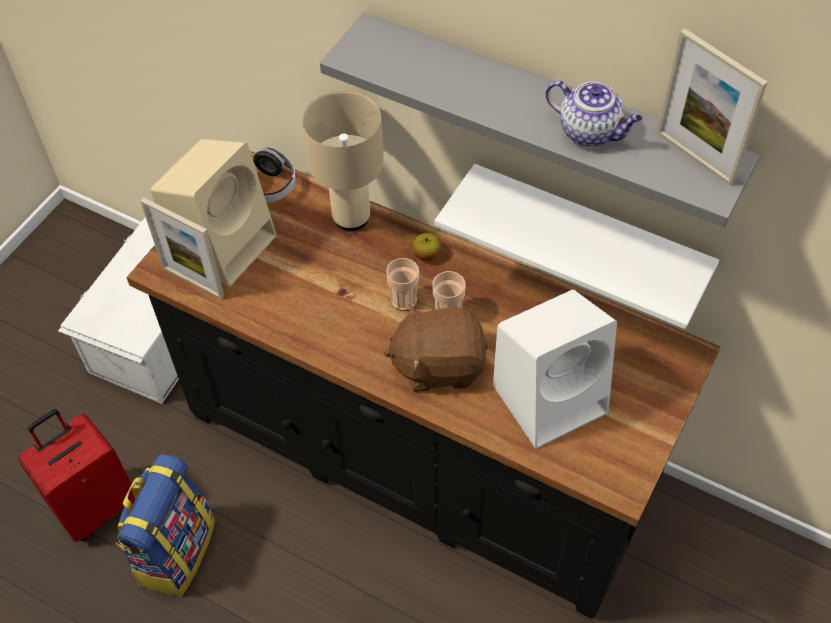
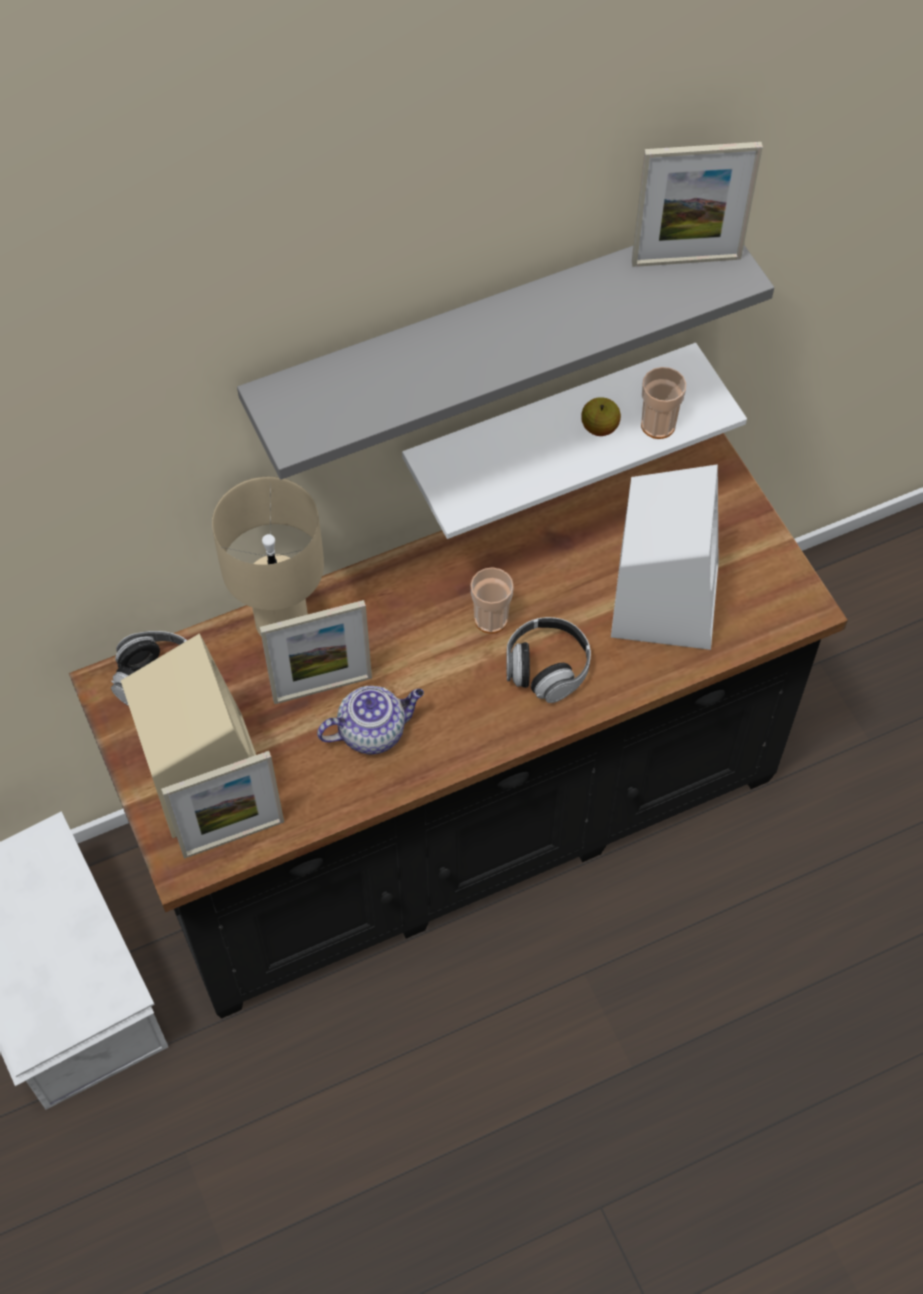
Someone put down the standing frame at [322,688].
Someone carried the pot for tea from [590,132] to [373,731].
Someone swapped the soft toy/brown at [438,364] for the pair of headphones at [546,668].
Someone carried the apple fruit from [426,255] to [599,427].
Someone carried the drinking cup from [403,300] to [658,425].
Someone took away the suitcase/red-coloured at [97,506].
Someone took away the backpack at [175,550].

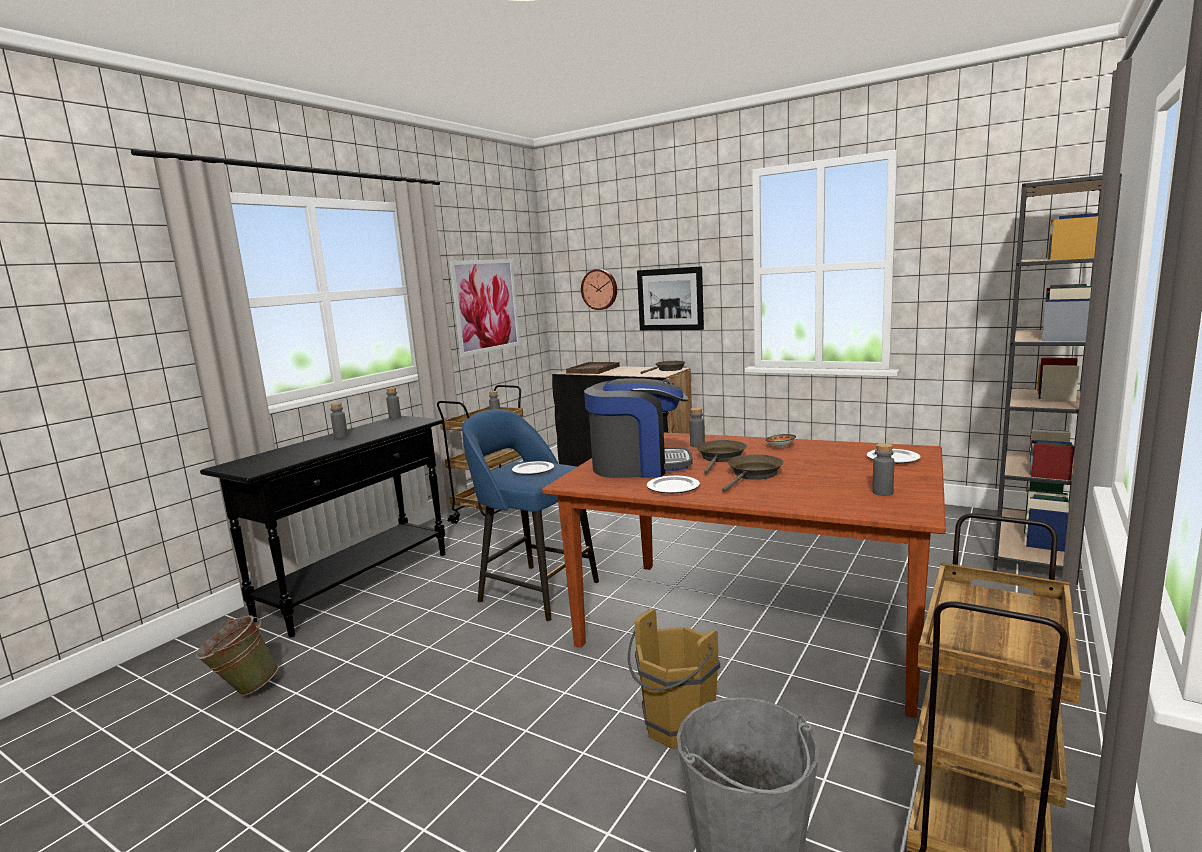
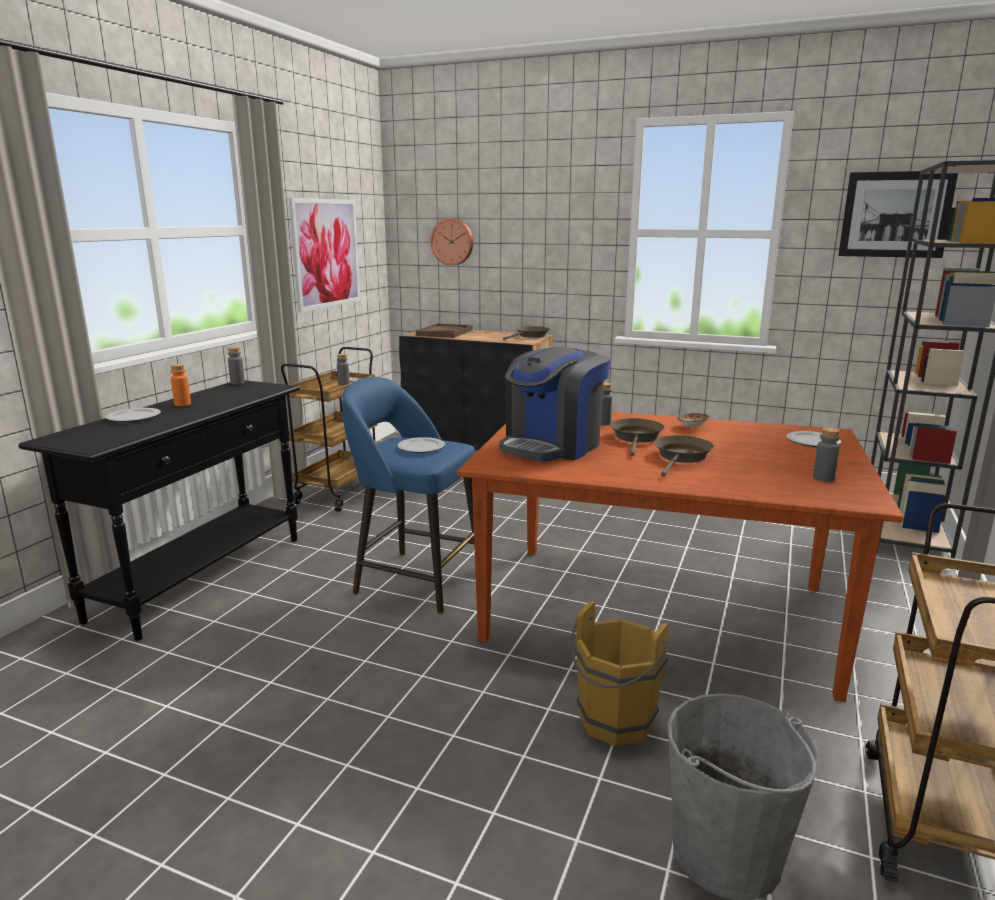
Someone carried the flat dish from [673,487] to [134,417].
Someone repainted the bottle/gray at [341,436], which became the bottle/orangey at [182,404].
Someone rotated the coffee machine at [639,466] by 135 degrees clockwise.
Someone carried the wall picture from [670,299] to [895,214].
Someone took away the pail/greenish at [243,689].

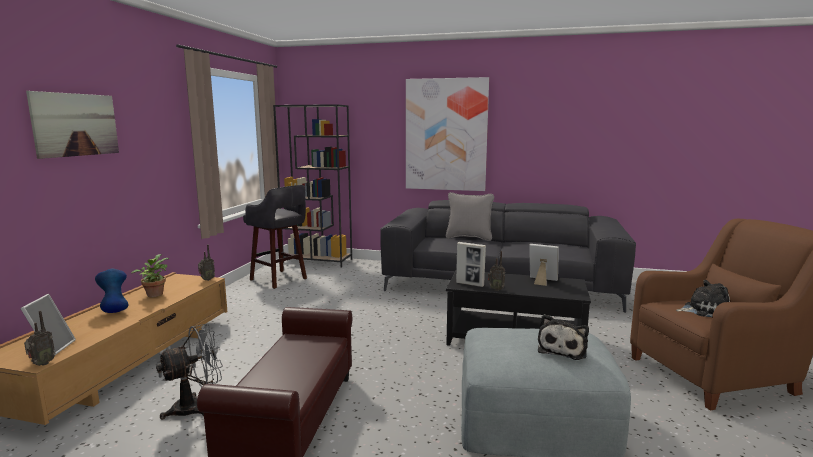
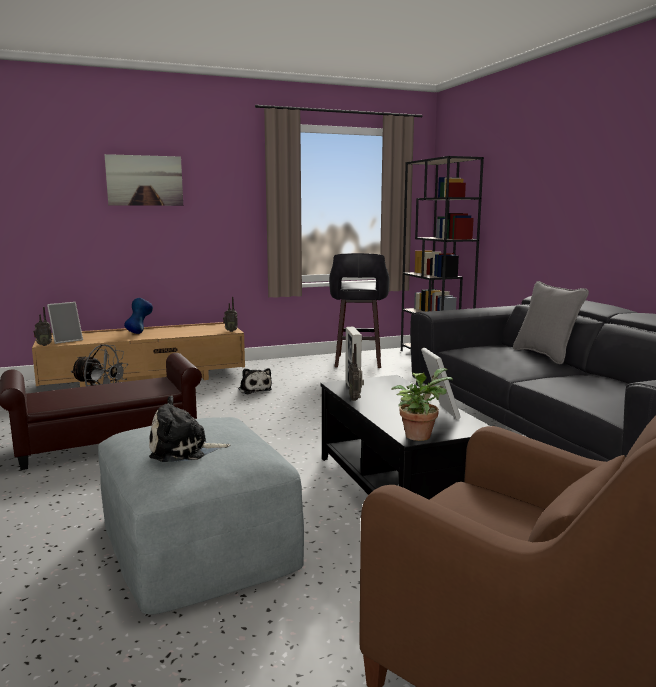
Someone carried the soft toy from [704,310] to [254,389].
Someone carried the houseplant from [155,294] to [419,435].
Someone took away the wall picture at [446,135].

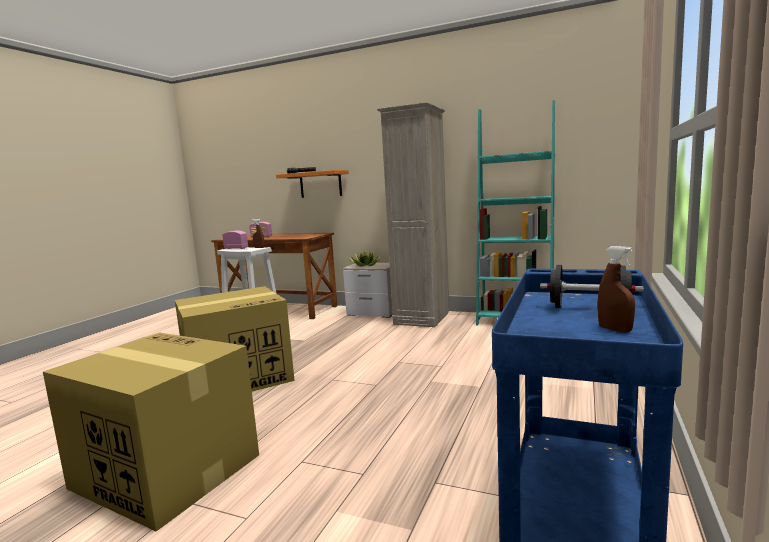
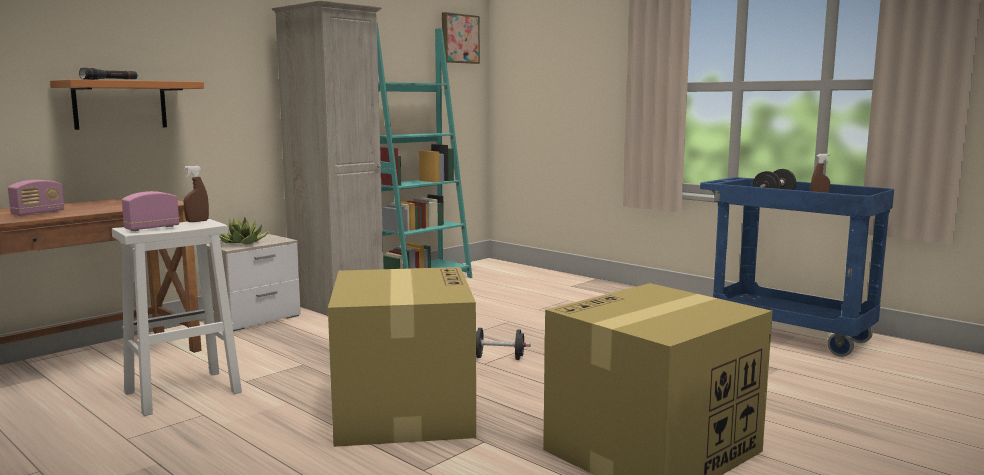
Someone put up the wall picture at [459,38].
Someone put down the hand weight/blackish at [498,358].

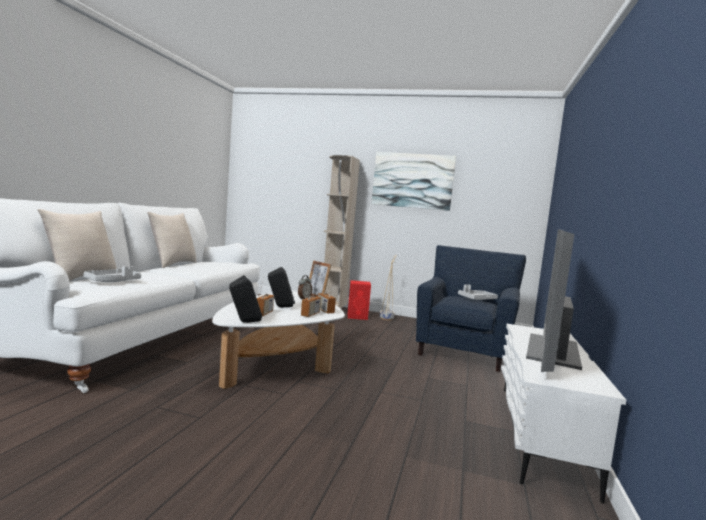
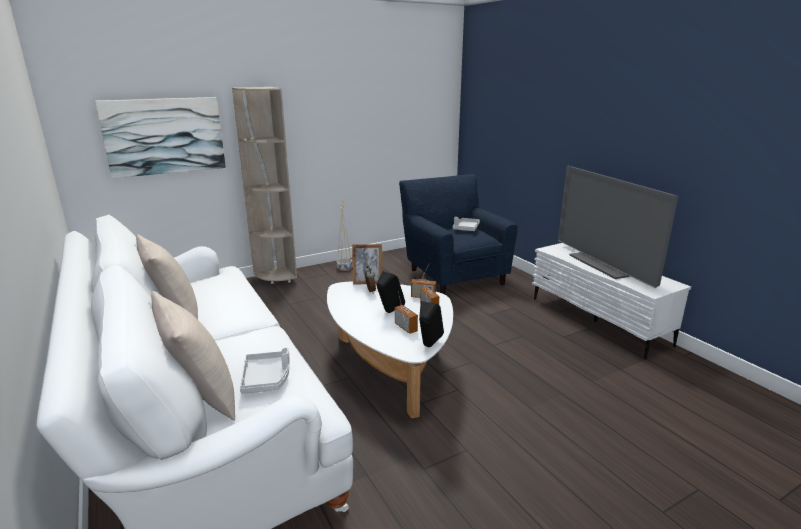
Someone carried the wall picture from [412,181] to [164,136].
Someone took away the loudspeaker/red-coloured at [358,316].

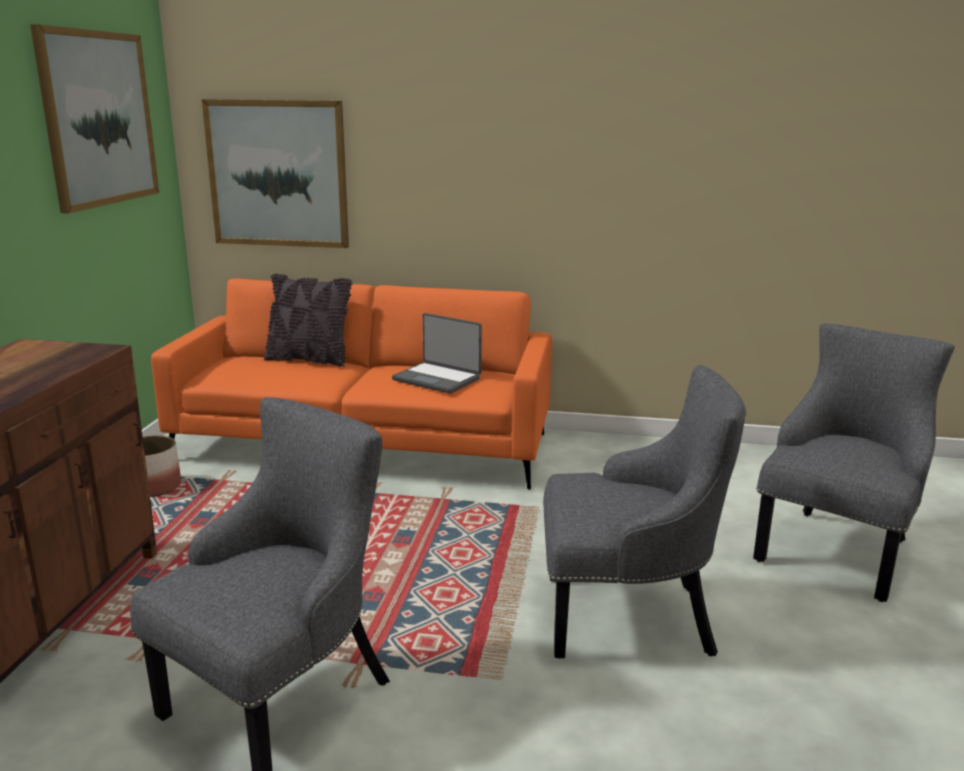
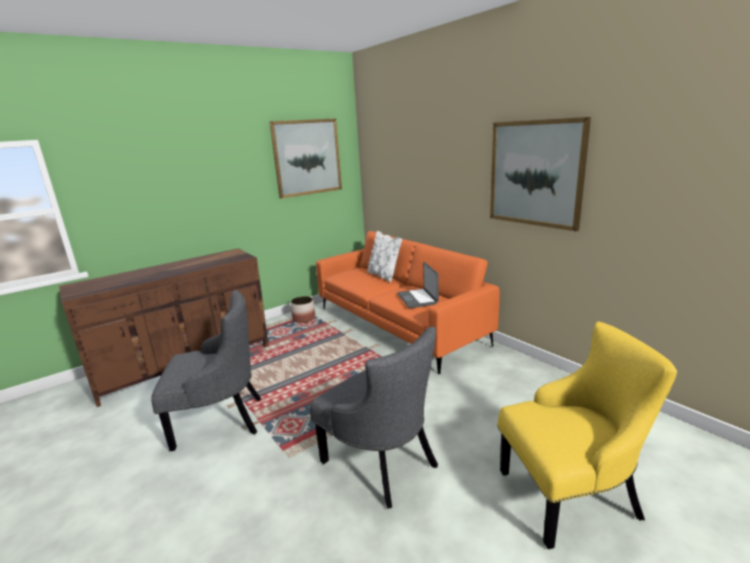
Someone repainted the throw pillow/blackish at [309,360], which became the throw pillow/white at [384,276].
Someone carried the wall picture from [278,174] to [535,173].
Someone repainted the lounge chair/gray at [835,554], which became the lounge chair/yellowish at [567,498].

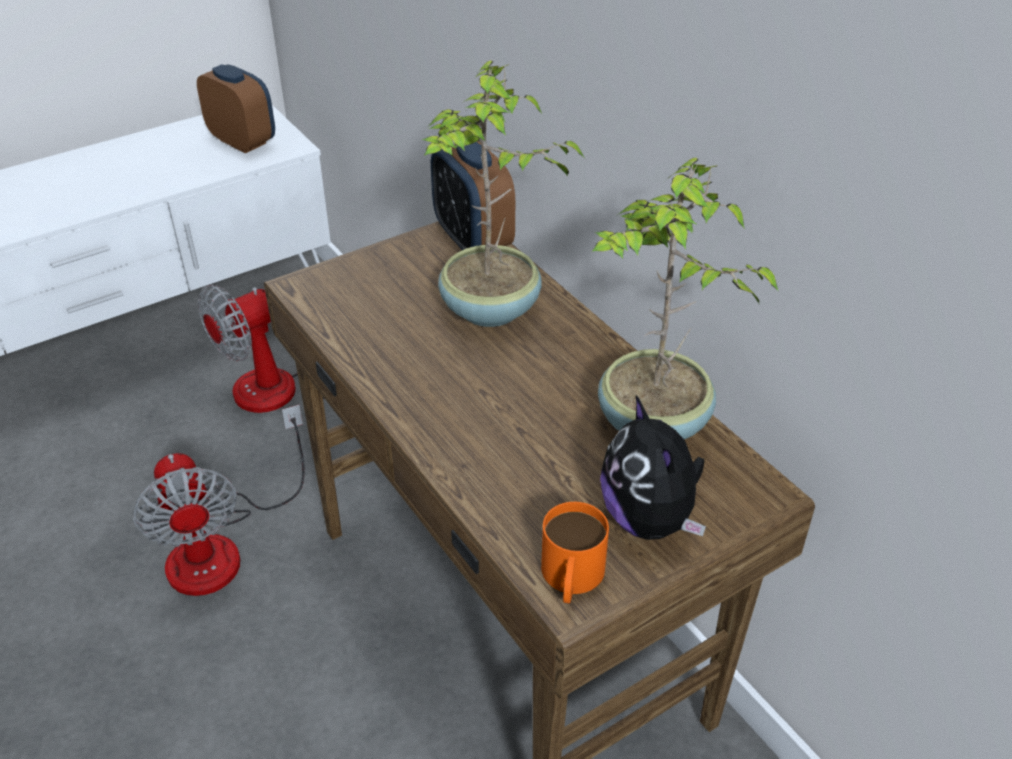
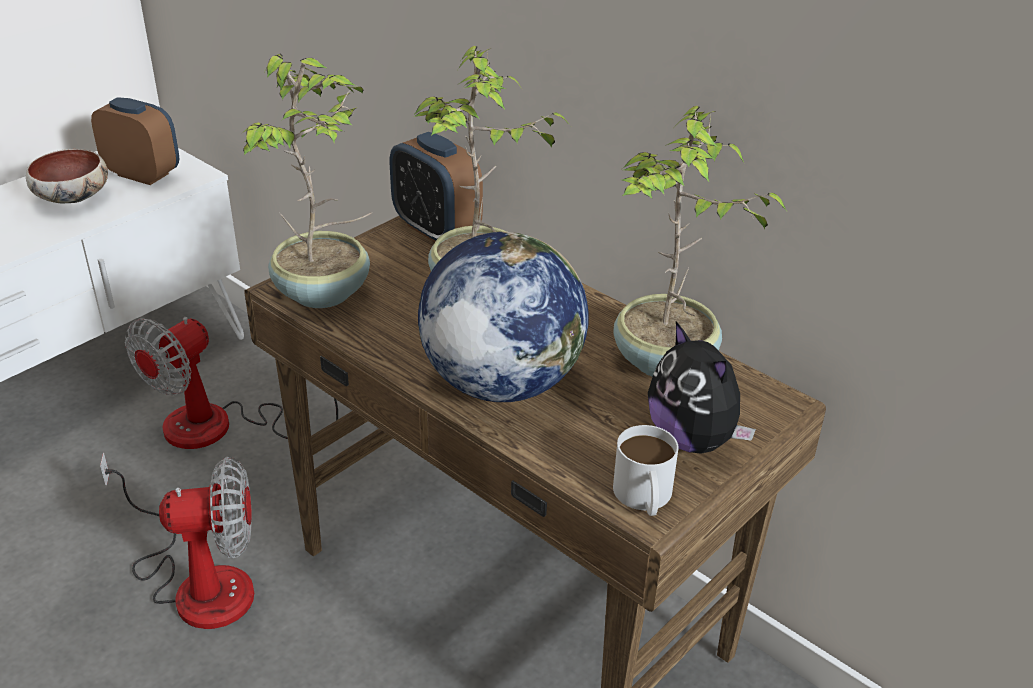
Someone put down the bowl at [73,198].
Someone rotated the electric fan at [222,546] by 60 degrees counterclockwise.
Someone put down the houseplant at [325,293].
Someone put down the desk globe at [501,383].
Someone repainted the mug/orangey at [571,579], which became the mug/white at [644,498].

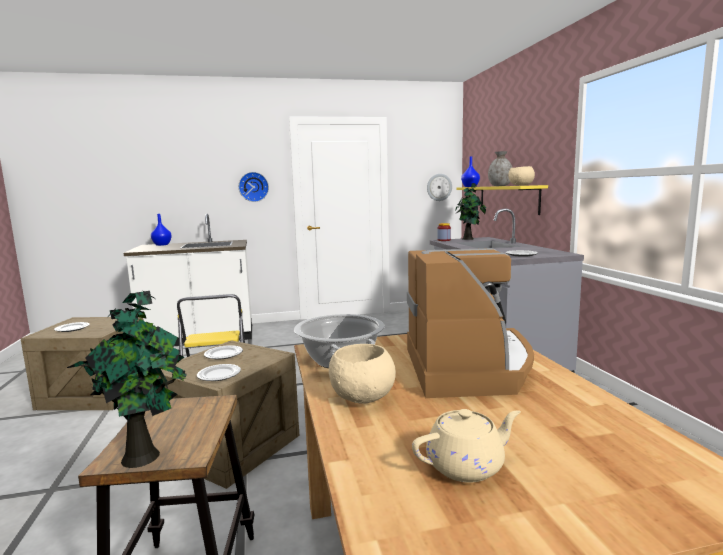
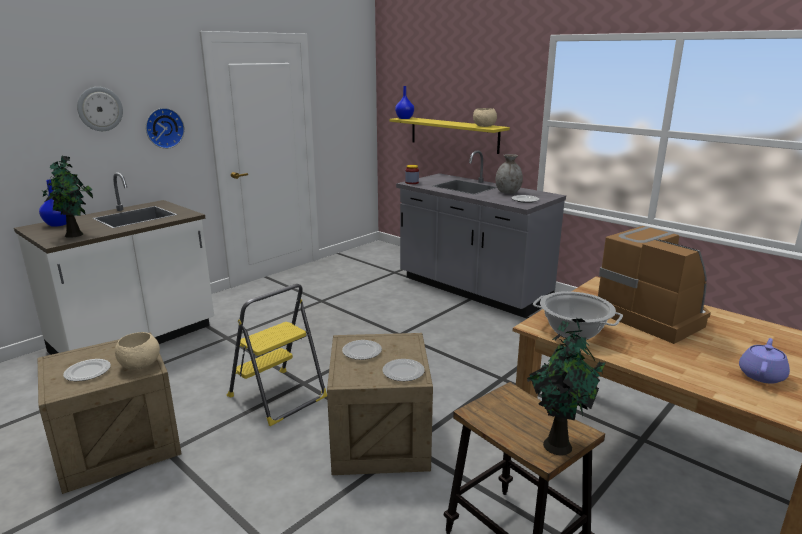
Someone carried the houseplant from [469,239] to [75,235].
Someone carried the hanging clock from [439,187] to [100,109].
Someone carried the bowl/beige-coloured from [361,397] to [139,365].
Someone carried the decorative vase/gray from [500,186] to [508,192].
Someone repainted the pot for tea/beige-coloured at [466,466], which became the pot for tea/purplish at [761,375].

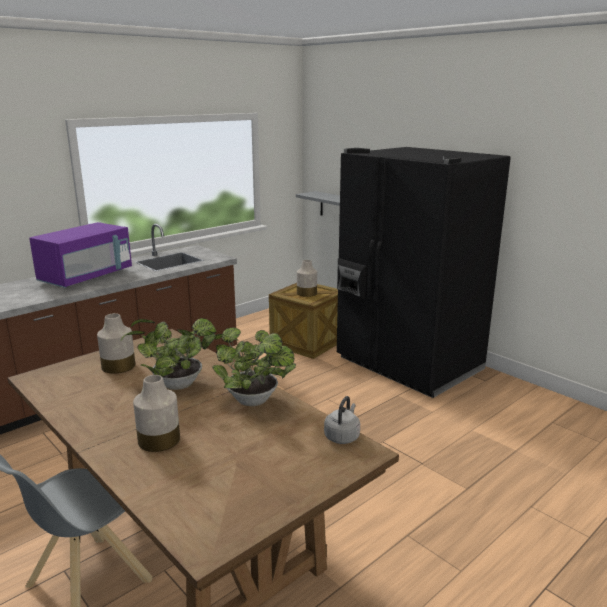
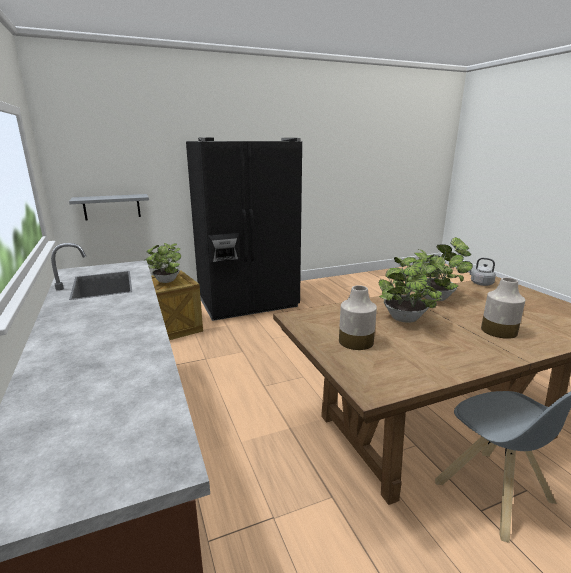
Someone swapped the decorative vase/beige-coloured at [307,293] for the houseplant at [165,282].
Someone took away the kitchen microwave/purplish at [86,277].

